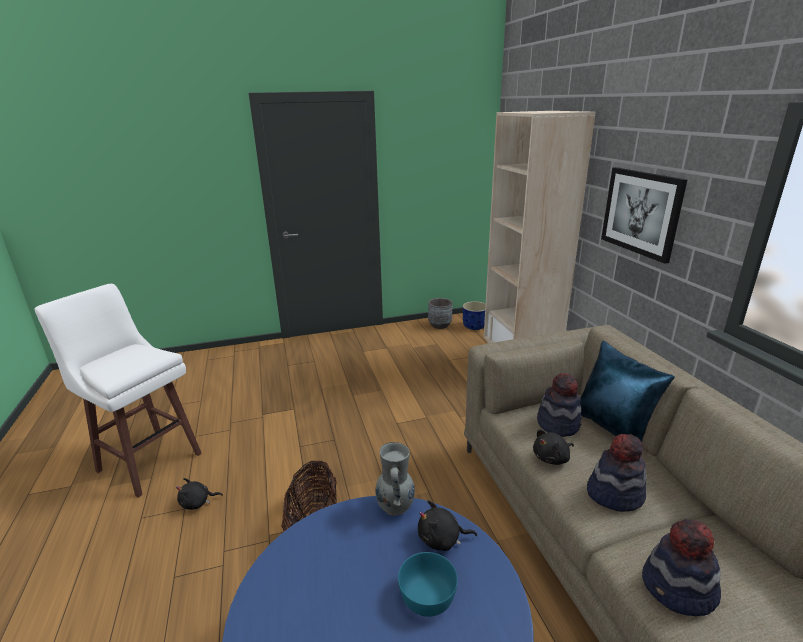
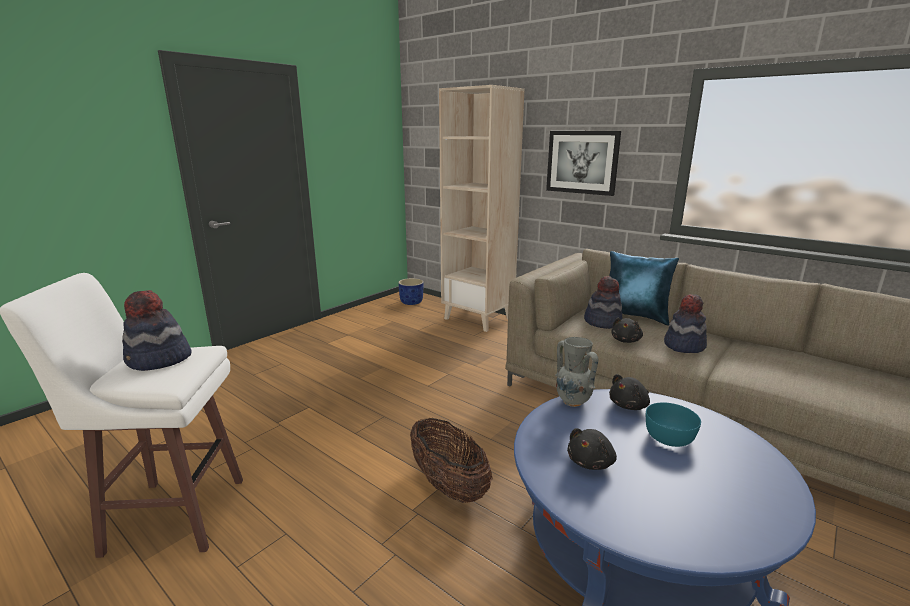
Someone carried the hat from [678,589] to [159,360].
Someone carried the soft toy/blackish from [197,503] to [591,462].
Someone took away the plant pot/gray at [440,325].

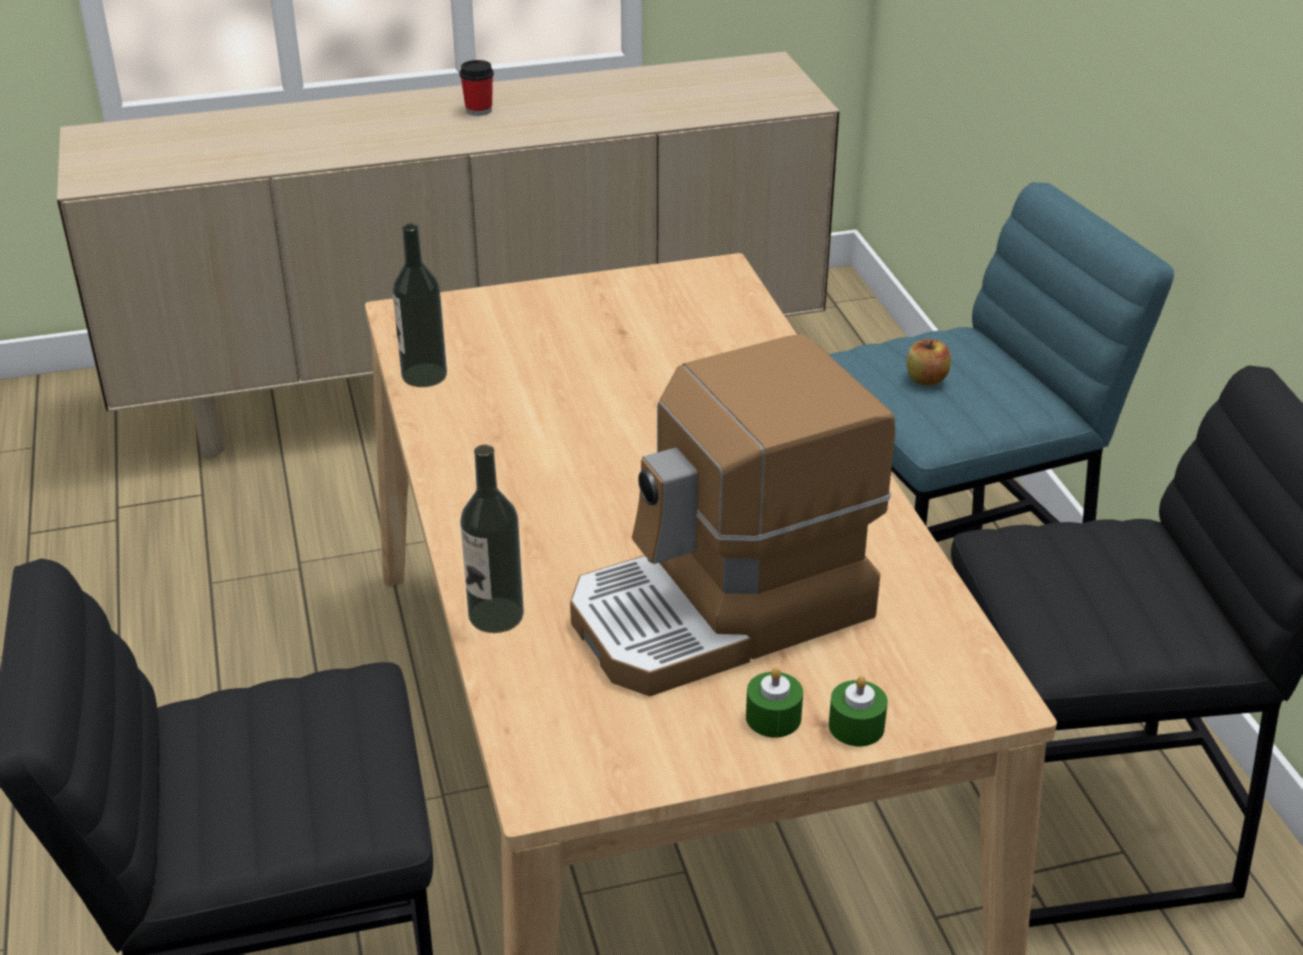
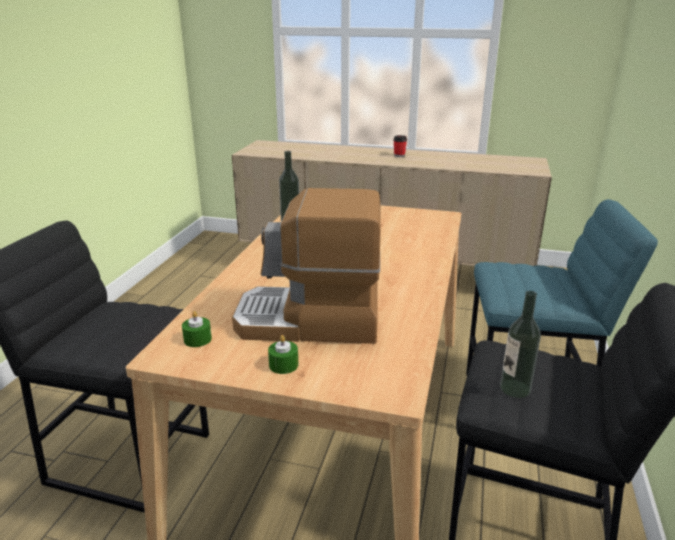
Someone carried the candle/greenish from [856,726] to [197,339].
Someone carried the bottle from [496,615] to [515,388].
Someone took away the apple fruit at [926,379].

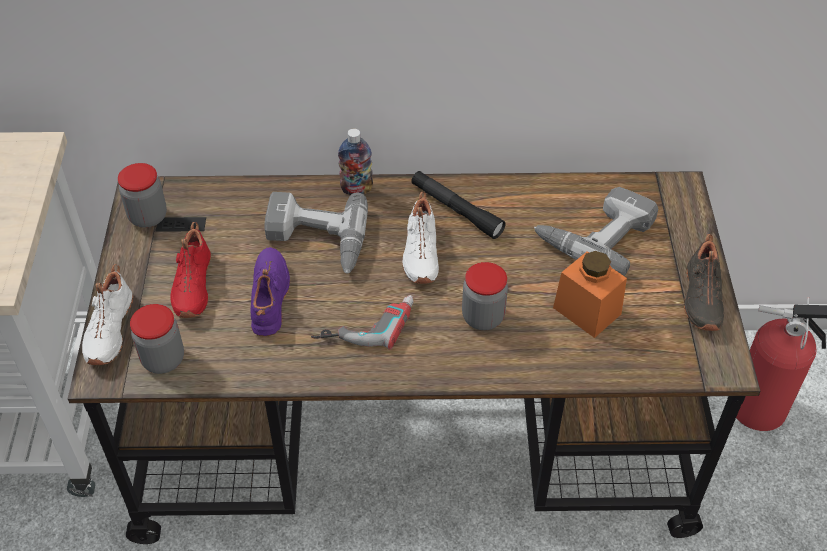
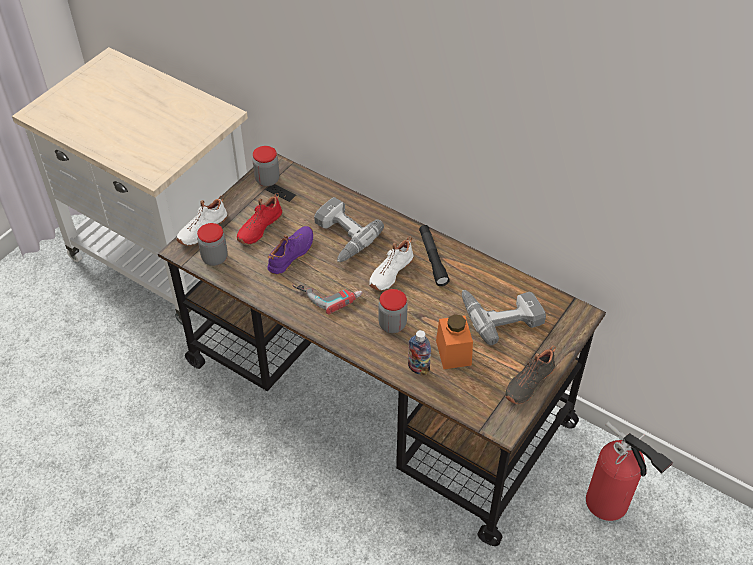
Someone carried the bottle from [356,189] to [418,368].

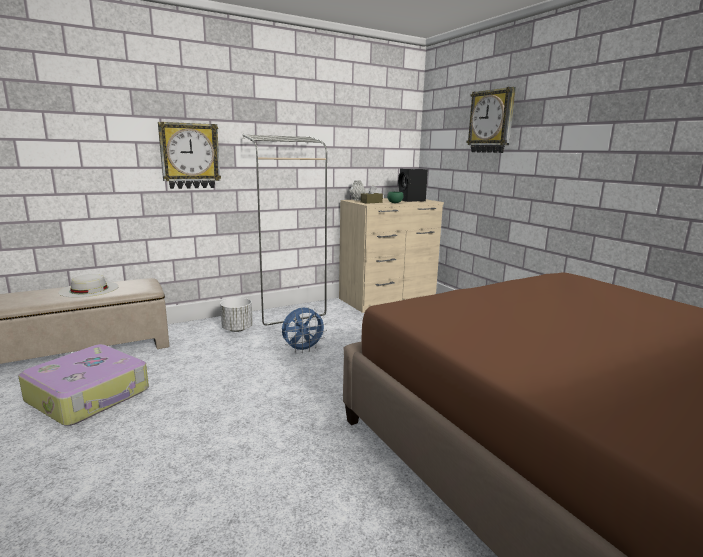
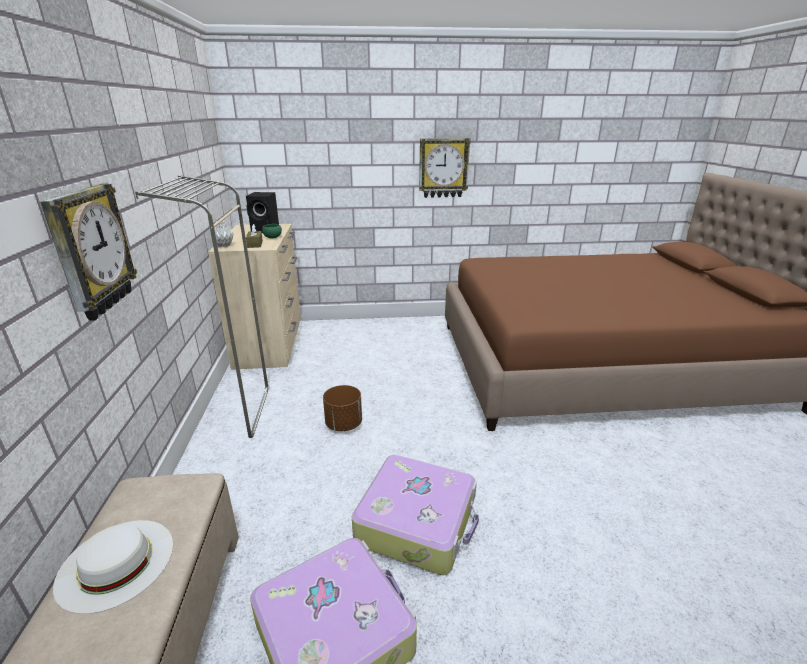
Someone swapped the electric fan/bluish at [303,350] for the plant pot/brown at [343,424].
Someone put down the suitcase at [417,522].
Someone carried the hanging clock from [491,121] to [443,168].
Someone took away the plant pot/white at [237,329].

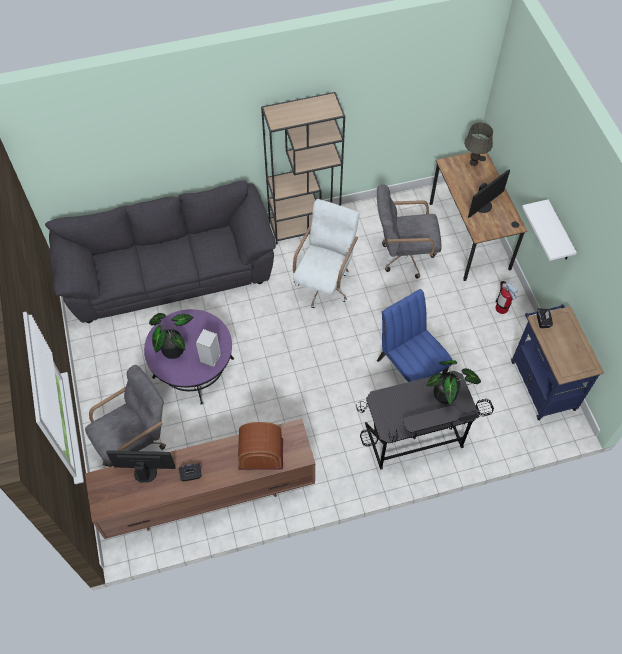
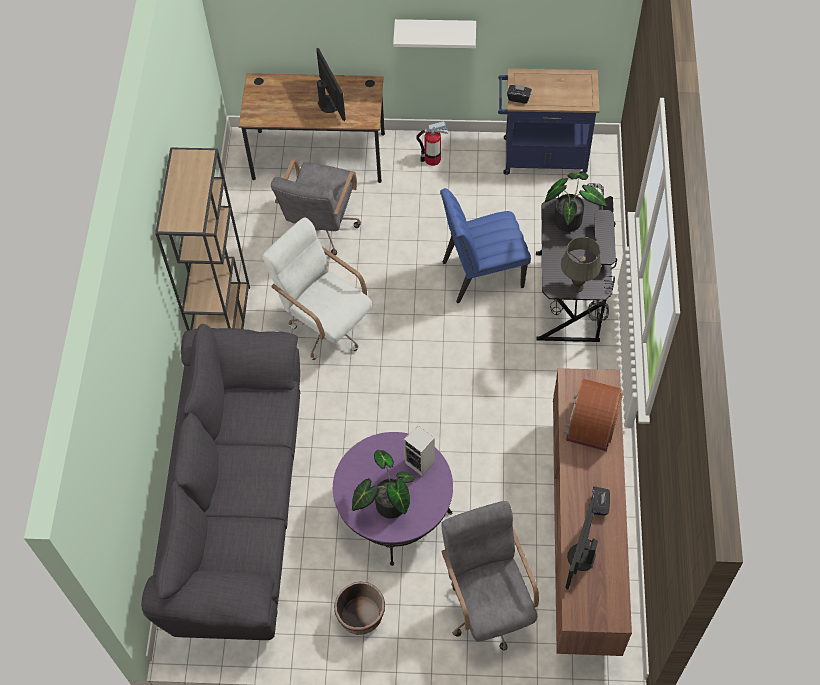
Someone put down the plant pot/brown at [361,616].
Someone carried the table lamp/gray from [474,162] to [577,286].

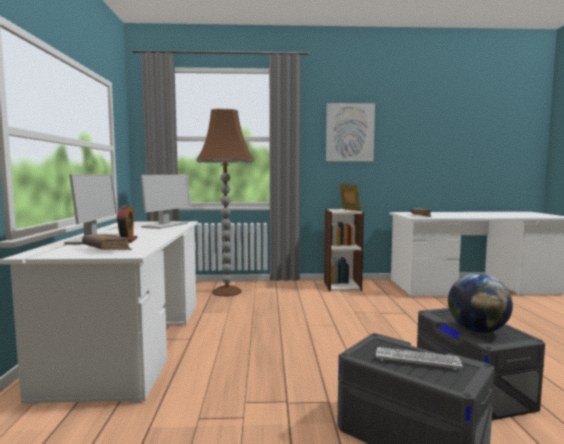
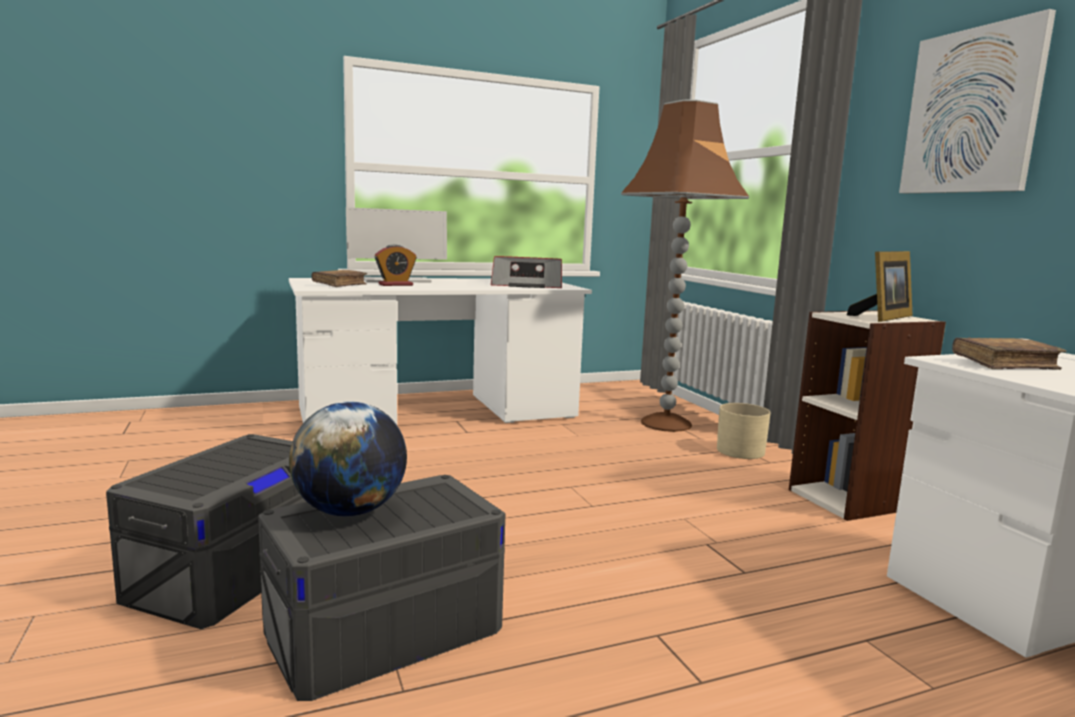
Someone swapped the computer screen at [165,225] for the radio set at [527,285].
Someone put down the plant pot/beige-coloured at [741,451].
Someone took away the computer keyboard at [417,359].

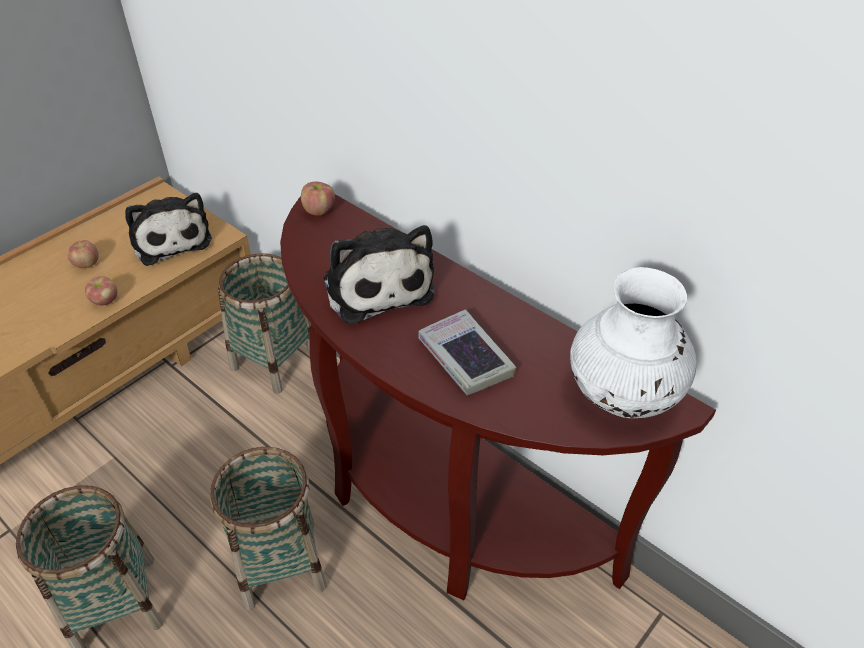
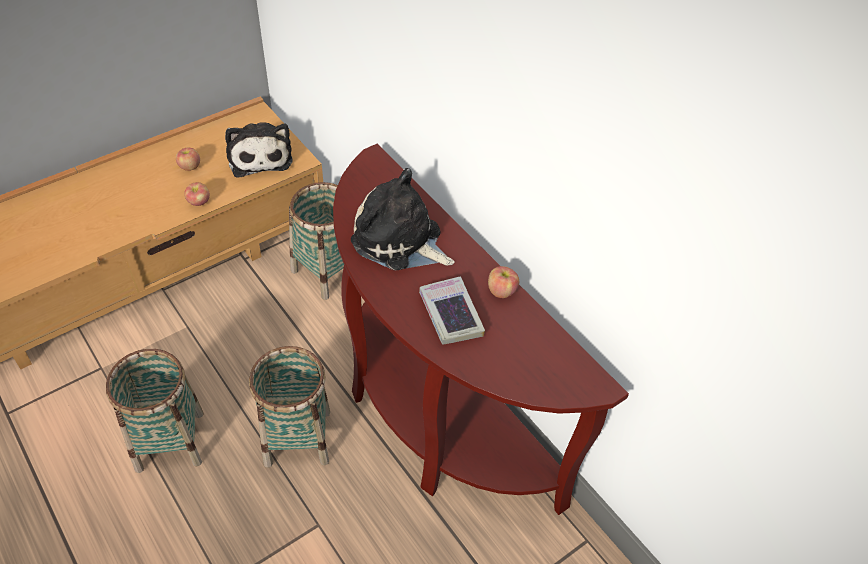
Someone rotated the soft toy at [376,285] by 135 degrees clockwise.
Someone carried the apple fruit from [319,210] to [501,291].
Someone took away the decorative vase/white at [622,397].

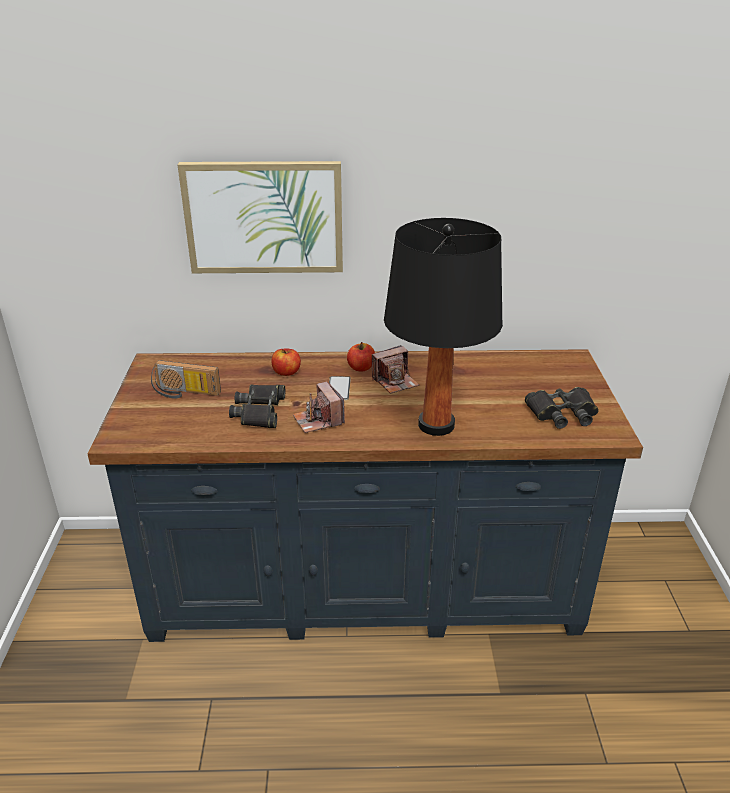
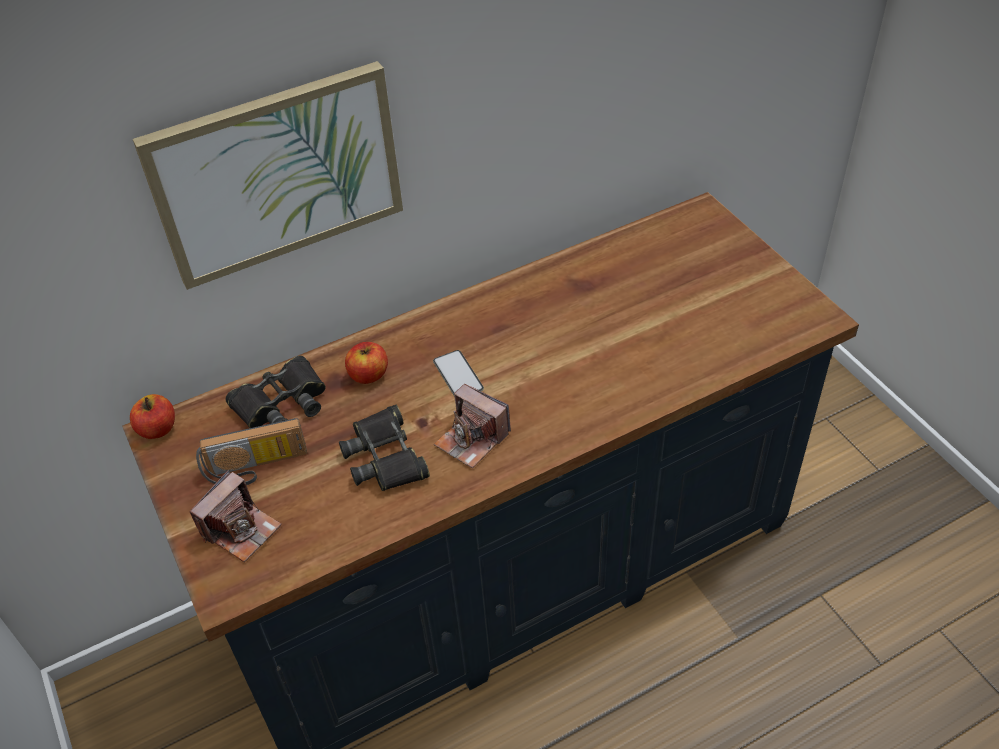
Someone carried the apple fruit from [361,368] to [158,429].
Someone carried the still camera from [395,382] to [241,529].
Someone carried the pair of binoculars/blackish from [562,413] to [281,403].
Someone took away the table lamp/blackish at [436,425].

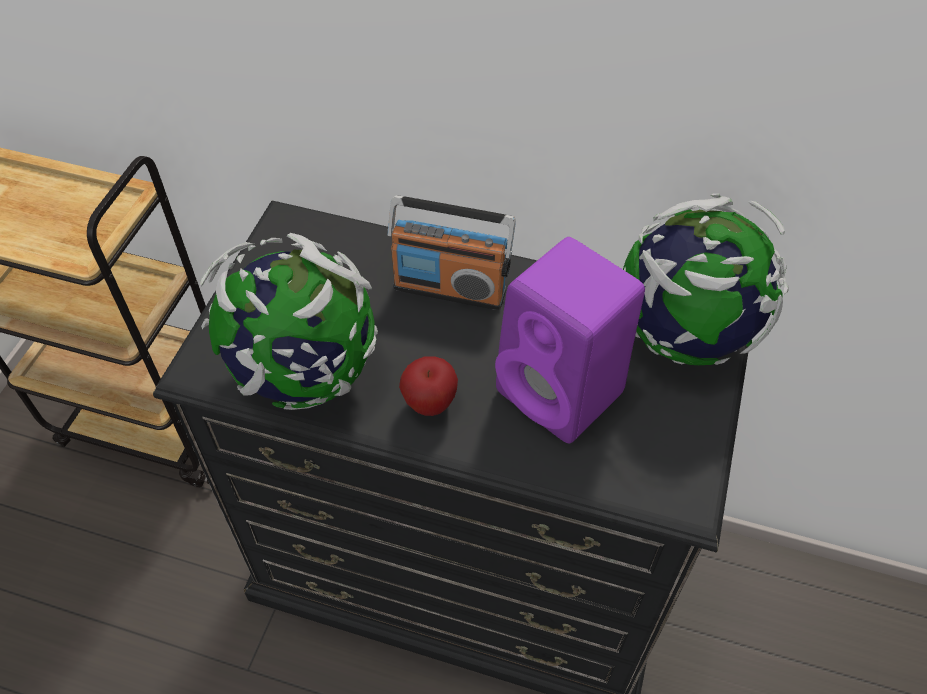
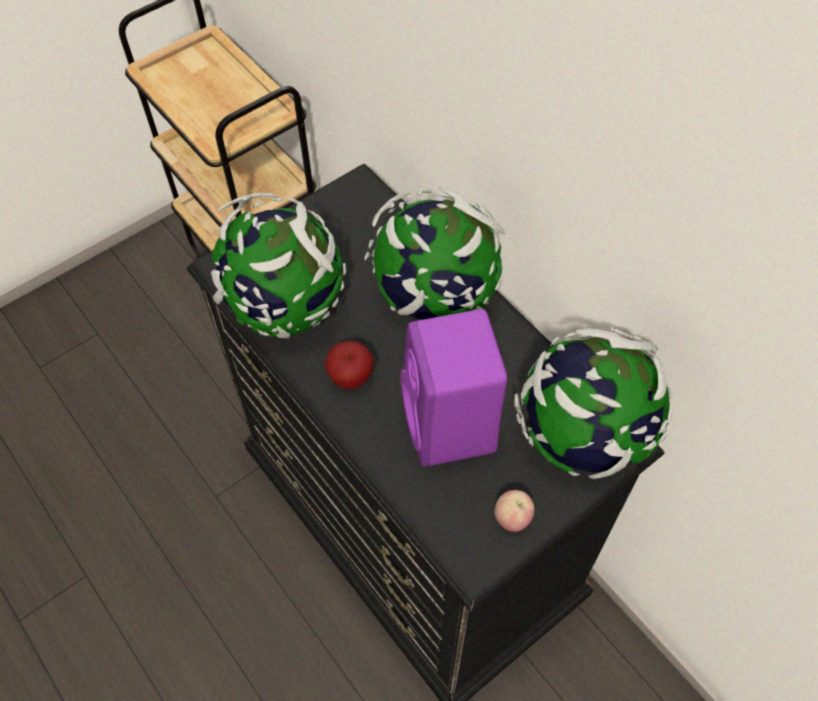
Someone swapped the radio set at [450,288] for the desk globe at [434,300].
Someone put down the apple fruit at [512,518].

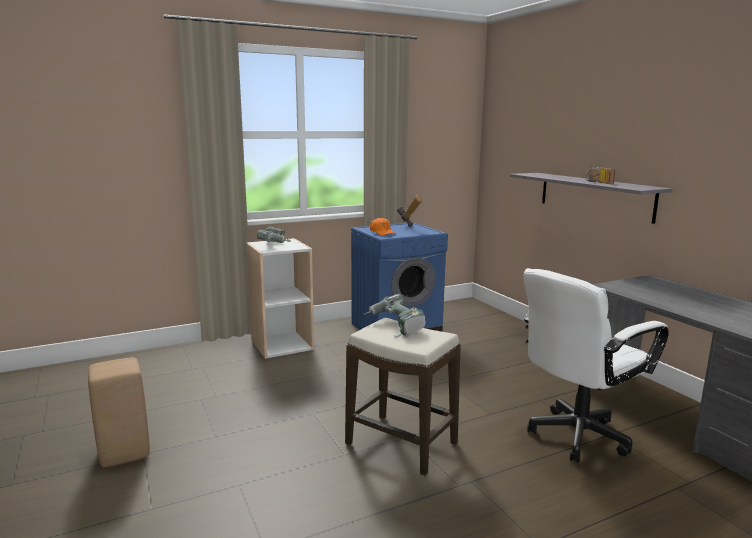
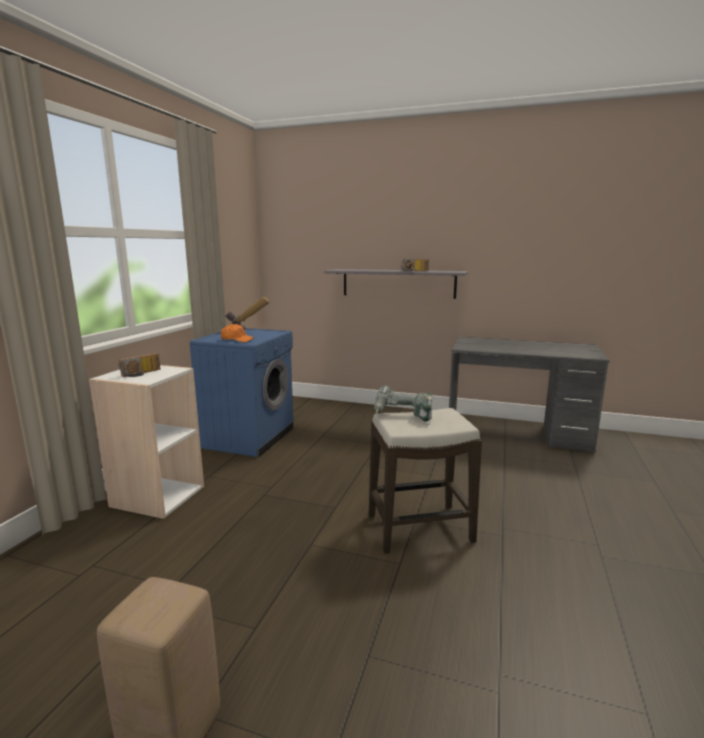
Someone swapped the electric drill at [276,245] for the radio set at [141,374].
Someone took away the computer chair/white at [575,439].

